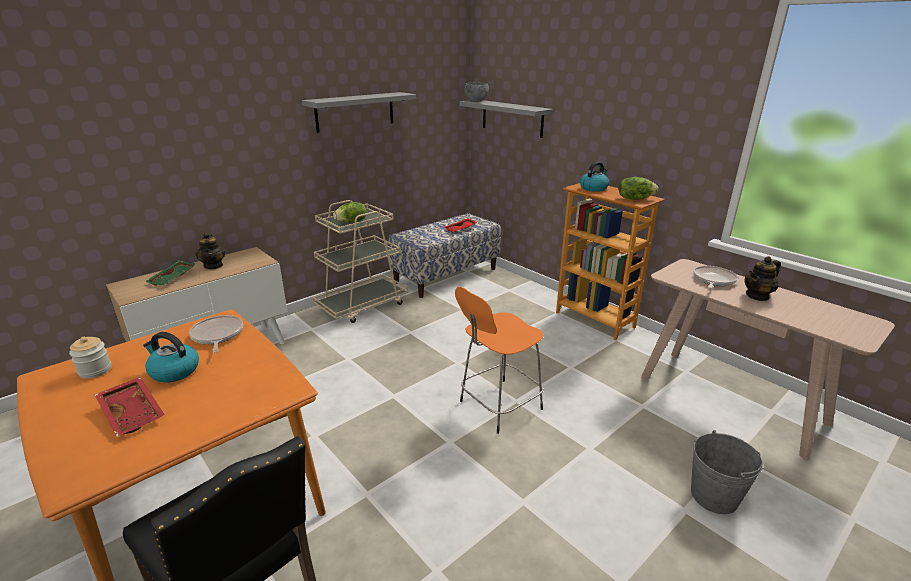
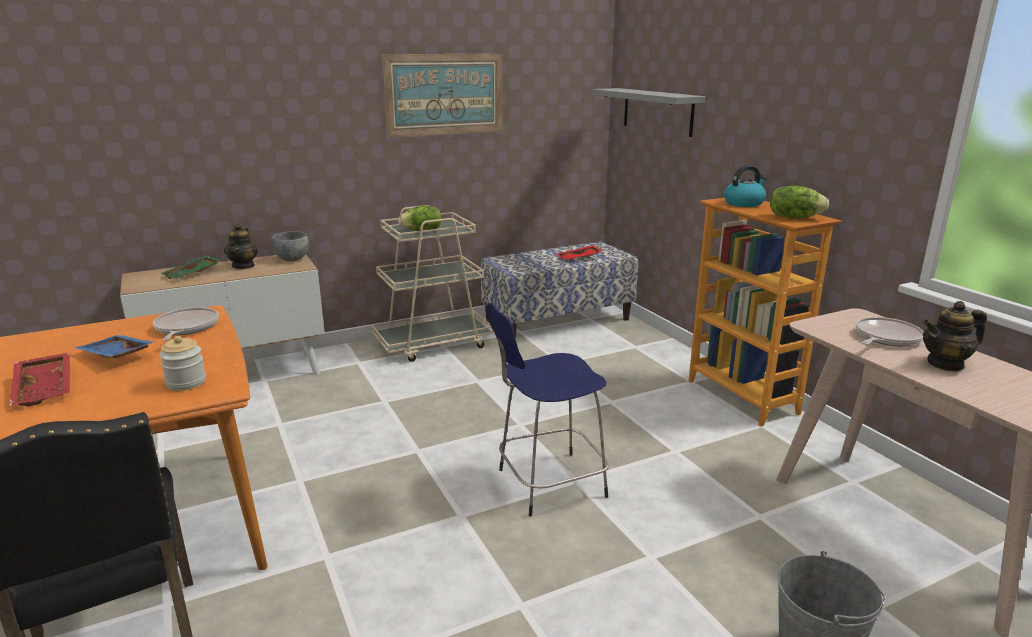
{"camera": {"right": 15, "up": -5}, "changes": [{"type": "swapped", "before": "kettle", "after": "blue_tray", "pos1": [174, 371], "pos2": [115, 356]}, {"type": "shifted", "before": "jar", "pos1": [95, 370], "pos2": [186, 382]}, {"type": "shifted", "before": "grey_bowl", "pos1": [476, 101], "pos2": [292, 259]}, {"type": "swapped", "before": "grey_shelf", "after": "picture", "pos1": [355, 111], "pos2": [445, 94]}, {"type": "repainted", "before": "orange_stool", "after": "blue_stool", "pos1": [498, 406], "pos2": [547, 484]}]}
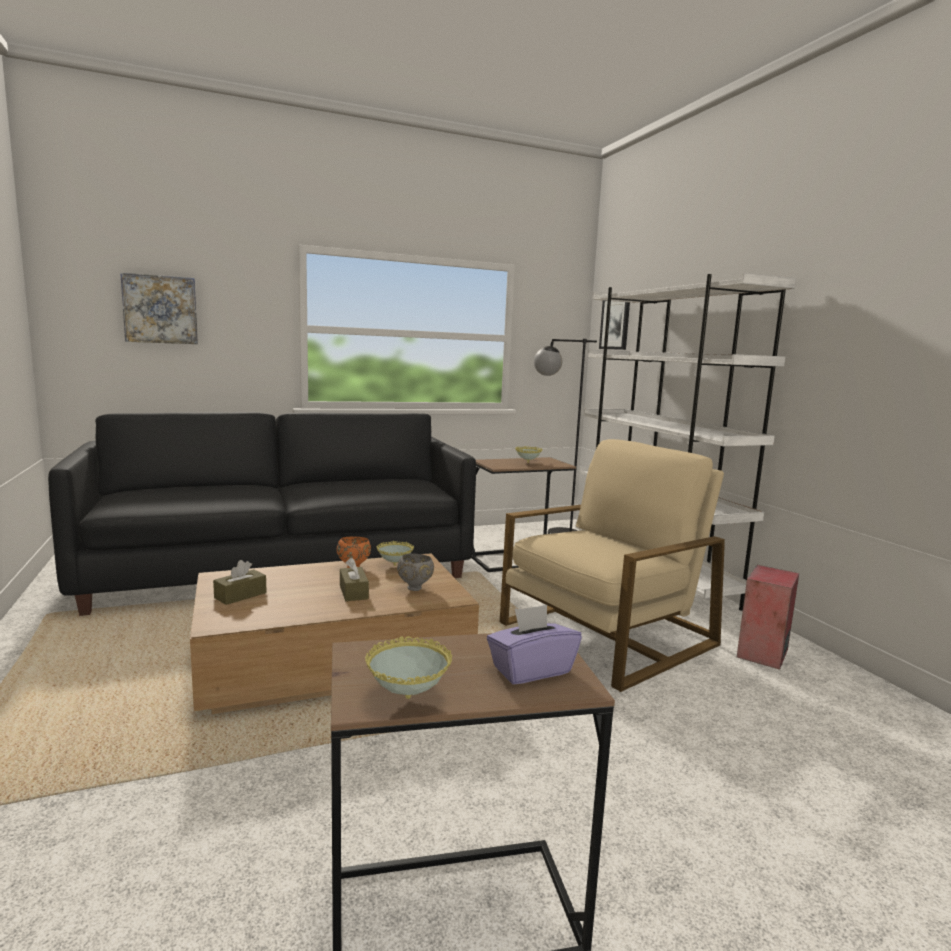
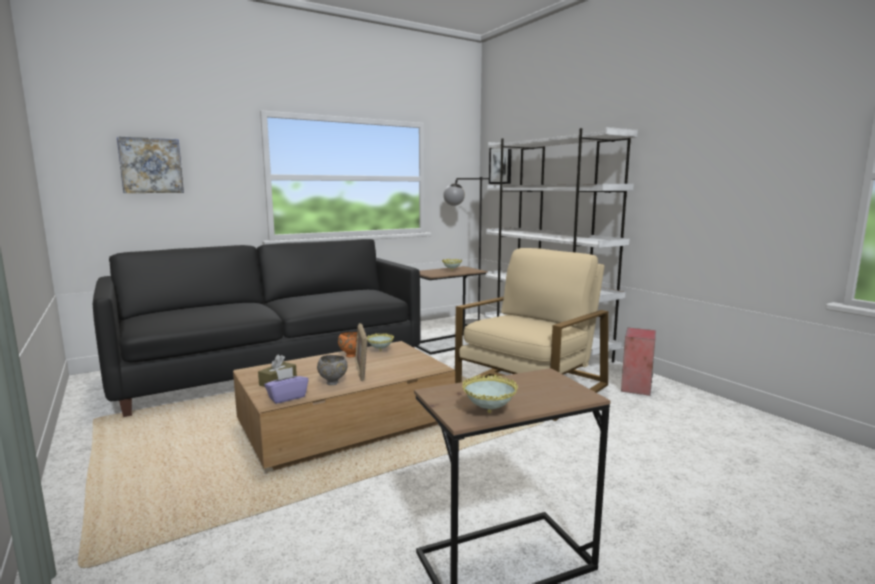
{"camera": {"right": -10, "up": 0}, "changes": [{"type": "shifted", "before": "purple_tissue_box", "pos1": [531, 670], "pos2": [287, 397]}, {"type": "shifted", "before": "grey_bowl", "pos1": [415, 588], "pos2": [333, 383]}, {"type": "swapped", "before": "brown_tissue_box", "after": "picture_frame", "pos1": [353, 592], "pos2": [361, 371]}]}
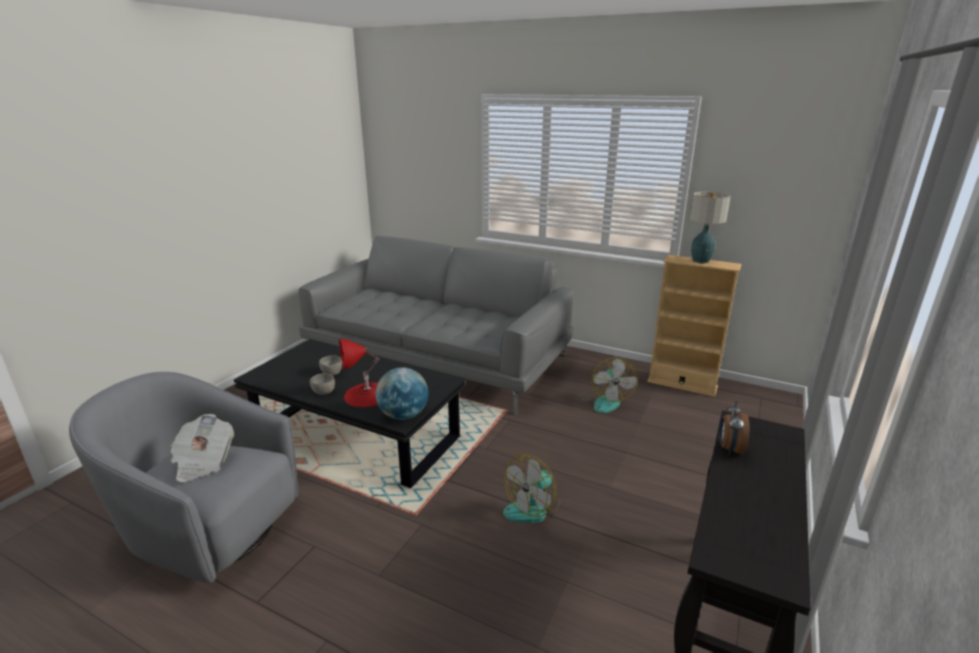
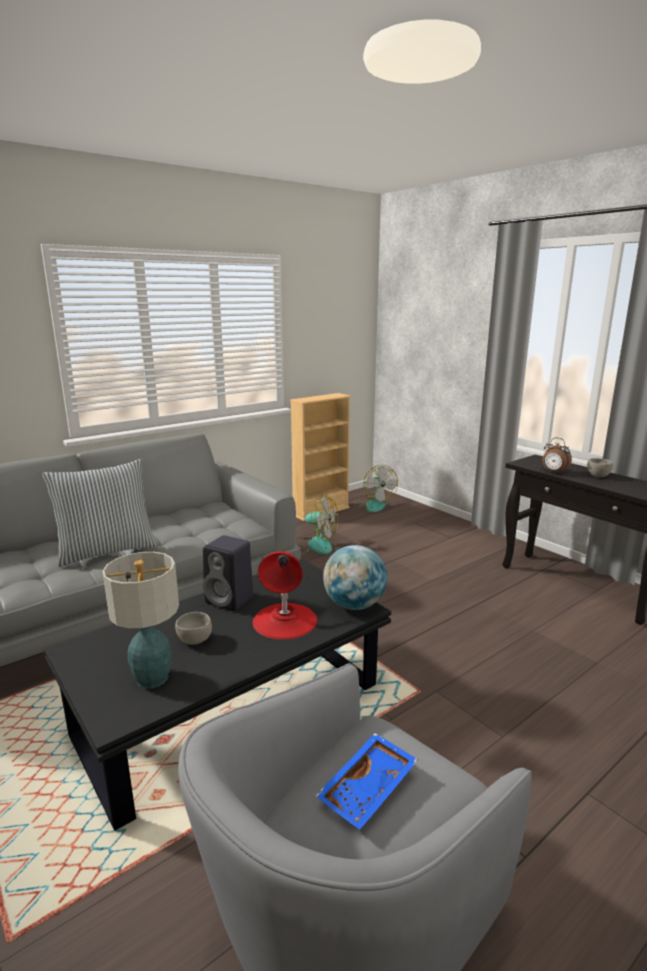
{"camera": {"right": -65, "up": -5}, "changes": [{"type": "new", "after": "pillow", "pos2": [107, 550]}, {"type": "shifted", "before": "table_lamp", "pos1": [700, 261], "pos2": [151, 679]}, {"type": "new", "after": "black_speaker", "pos2": [231, 600]}, {"type": "swapped", "before": "newspaper", "after": "blue_tray", "pos1": [203, 461], "pos2": [369, 789]}, {"type": "shifted", "before": "fan", "pos1": [533, 507], "pos2": [372, 505]}, {"type": "shifted", "before": "grey_bowl", "pos1": [324, 392], "pos2": [599, 475]}]}
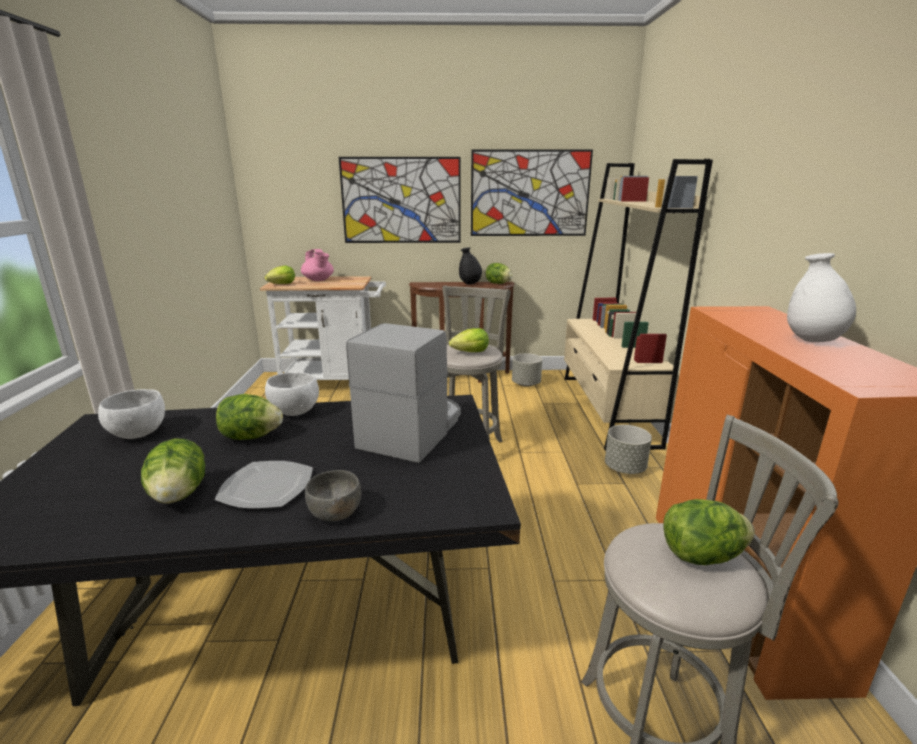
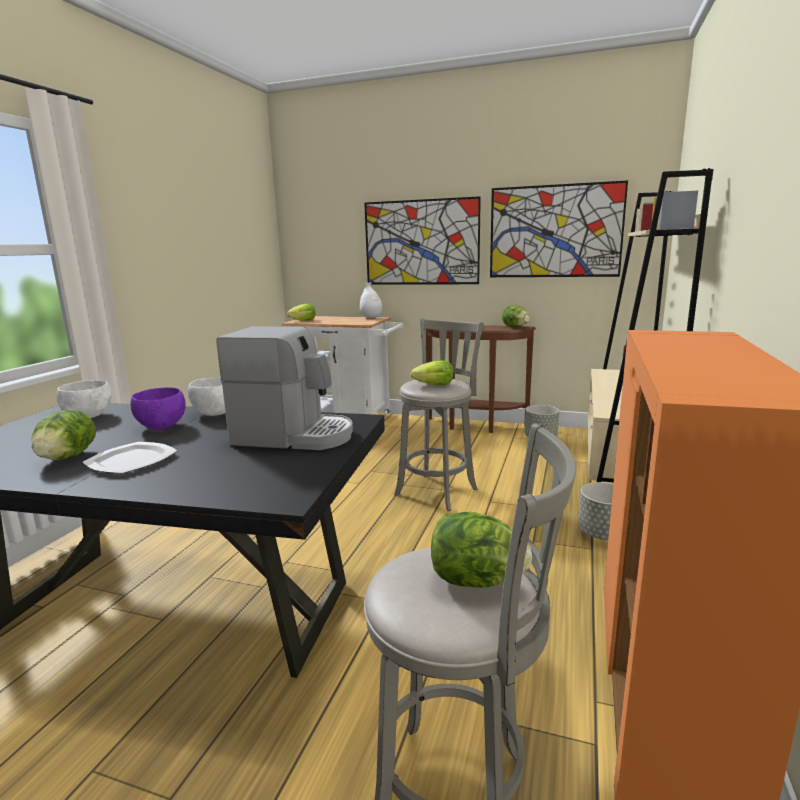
{"camera": {"right": 20, "up": -5}, "changes": [{"type": "swapped", "before": "lettuce", "after": "purple_bowl", "pos1": [251, 437], "pos2": [162, 426]}, {"type": "rotated", "before": "coffee_machine", "pos1": [412, 431], "pos2": [294, 436], "turn": 60}, {"type": "shifted", "before": "white_vase", "pos1": [812, 340], "pos2": [371, 318]}, {"type": "gone", "before": "pink_teapot", "pos1": [318, 280]}, {"type": "gone", "before": "grey_bowl", "pos1": [335, 512]}, {"type": "gone", "before": "black_vase", "pos1": [470, 284]}]}
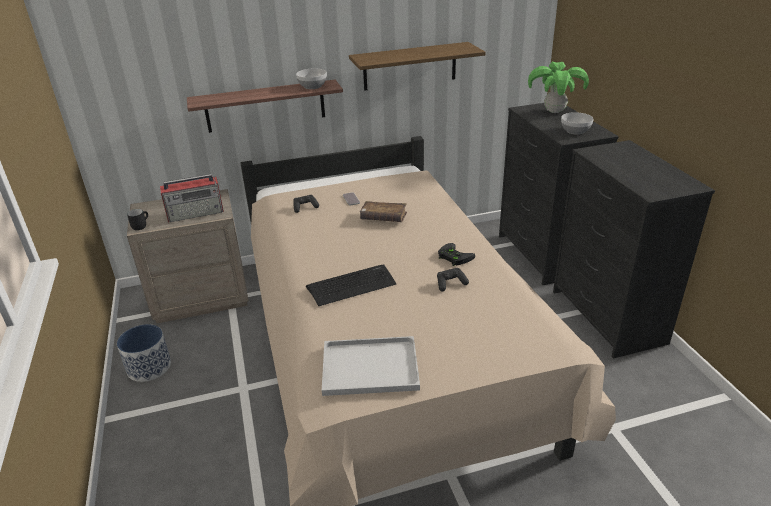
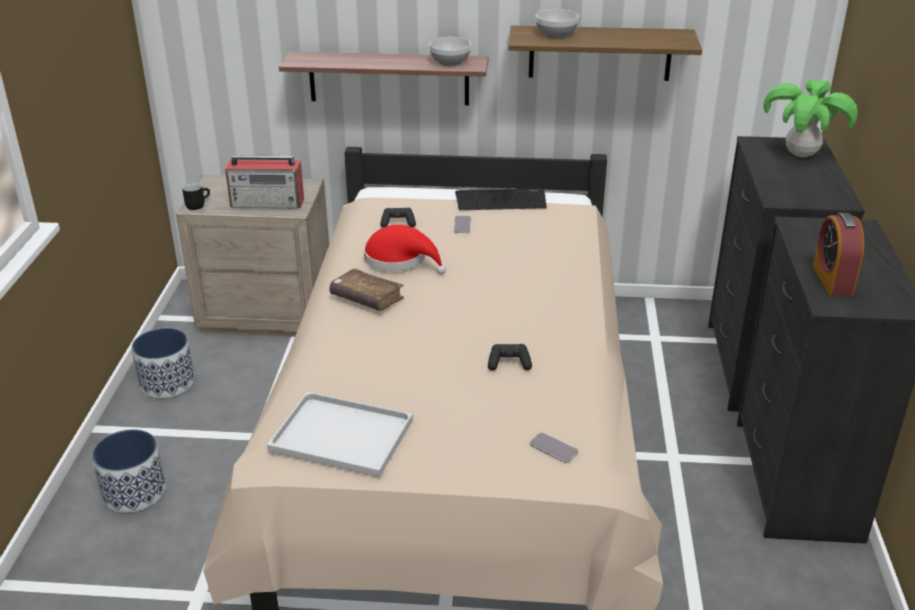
{"camera": {"right": 20, "up": 0}, "changes": [{"type": "new", "after": "planter", "pos2": [134, 492]}, {"type": "shifted", "before": "brown_book", "pos1": [383, 218], "pos2": [366, 298]}, {"type": "new", "after": "red_hat", "pos2": [400, 260]}, {"type": "shifted", "before": "keyboard", "pos1": [351, 285], "pos2": [501, 200]}, {"type": "new", "after": "phone", "pos2": [553, 448]}, {"type": "shifted", "before": "bowl", "pos1": [575, 131], "pos2": [556, 34]}, {"type": "new", "after": "alarm_clock", "pos2": [832, 279]}, {"type": "gone", "before": "black_game_controller", "pos1": [453, 257]}]}
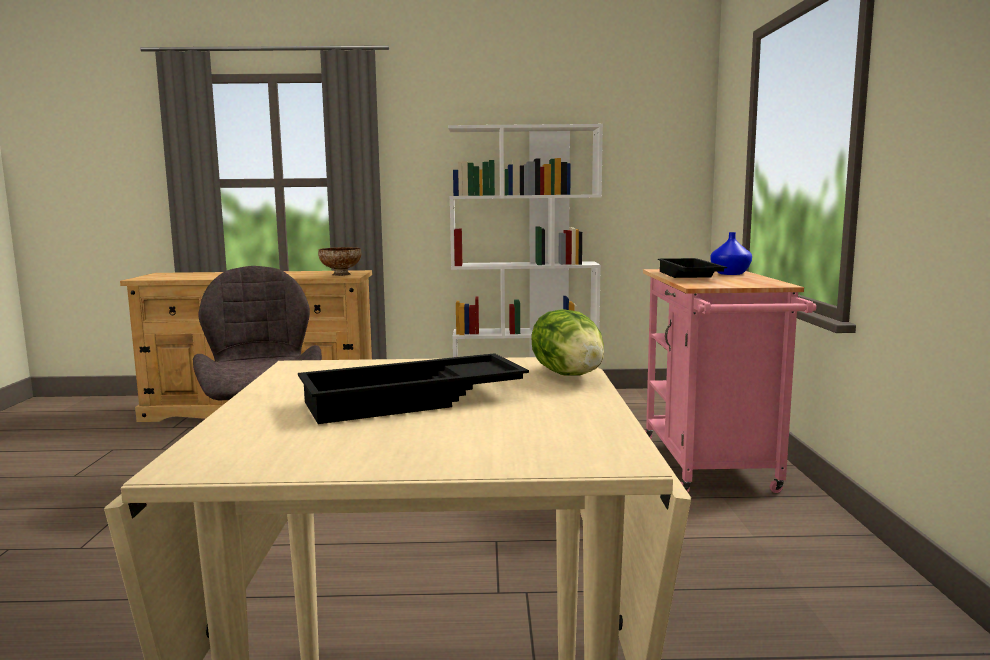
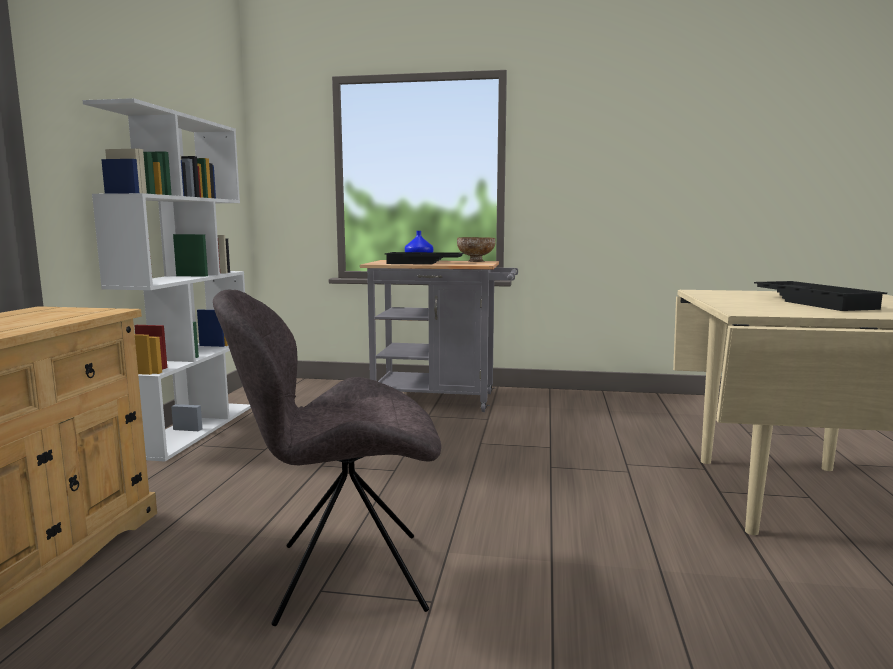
{"camera": {"right": -80, "up": 0}, "changes": [{"type": "repainted", "before": "pink_cart", "after": "grey_cart", "pos1": [711, 468], "pos2": [442, 400]}, {"type": "shifted", "before": "bowl", "pos1": [341, 274], "pos2": [475, 261]}, {"type": "gone", "before": "lettuce", "pos1": [569, 374]}]}
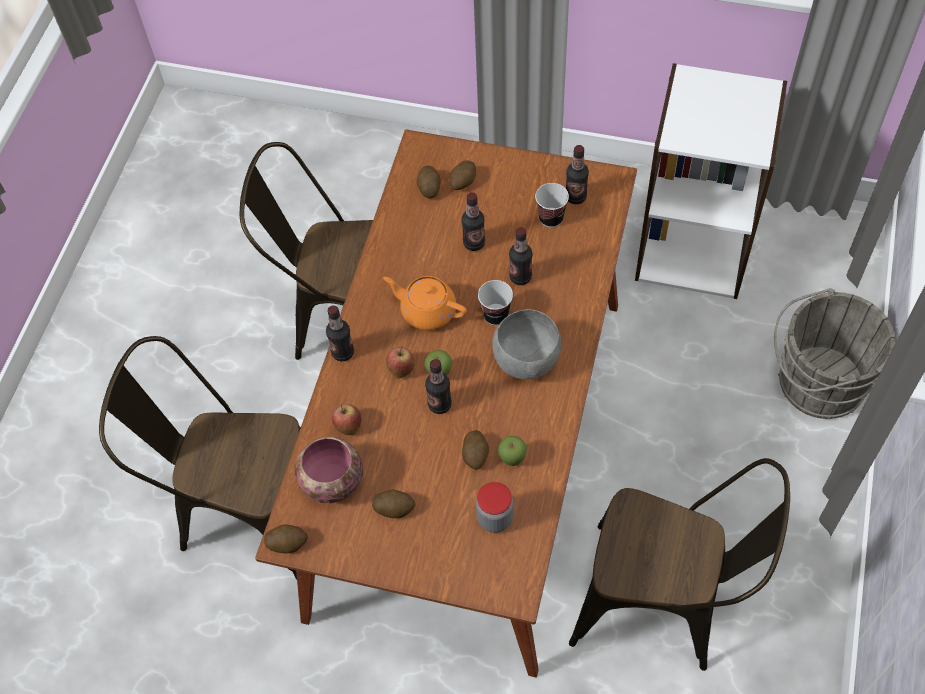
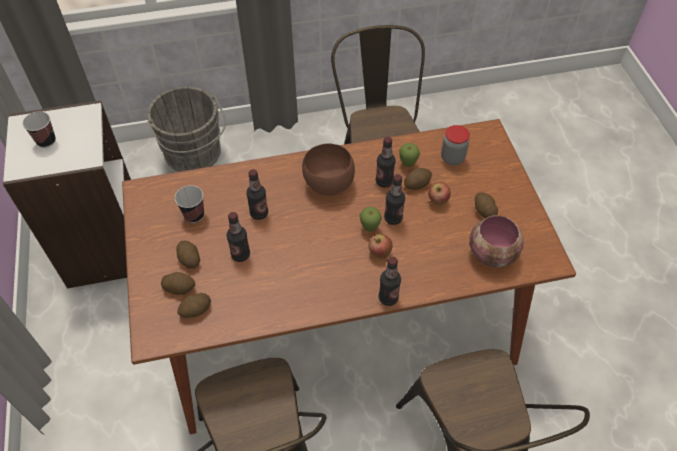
{"camera": {"right": -120, "up": -5}, "changes": [{"type": "shifted", "before": "cup", "pos1": [495, 315], "pos2": [46, 141]}, {"type": "shifted", "before": "potato", "pos1": [287, 543], "pos2": [189, 259]}, {"type": "repainted", "before": "grey_bowl", "after": "brown_bowl", "pos1": [526, 359], "pos2": [327, 184]}, {"type": "shifted", "before": "bottle", "pos1": [575, 197], "pos2": [384, 181]}, {"type": "shifted", "before": "apple", "pos1": [348, 426], "pos2": [437, 201]}, {"type": "gone", "before": "orange_teapot", "pos1": [427, 311]}]}
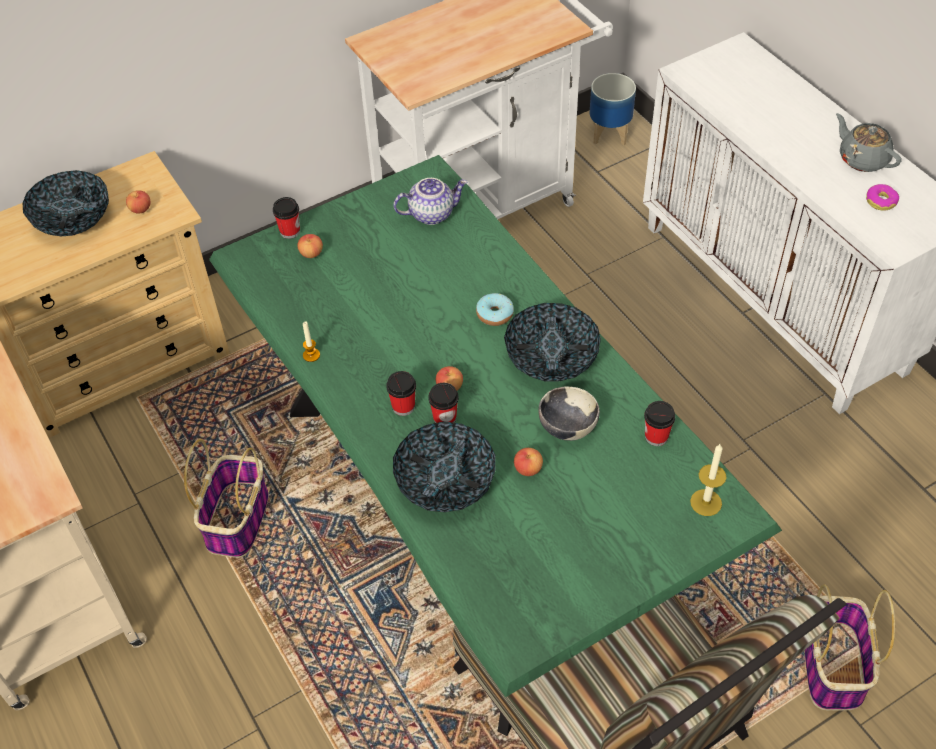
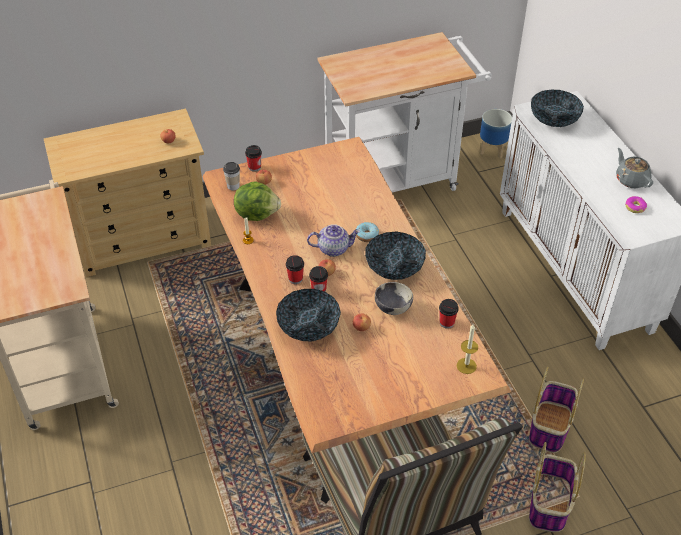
{"camera": {"right": 10, "up": -5}, "changes": [{"type": "repainted", "before": "green_dining_table", "after": "brown_dining_table", "pos1": [474, 512], "pos2": [340, 367]}, {"type": "new", "after": "cup", "pos2": [233, 186]}, {"type": "new", "after": "lettuce", "pos2": [257, 214]}, {"type": "shifted", "before": "teapot", "pos1": [431, 213], "pos2": [333, 248]}, {"type": "shifted", "before": "basket", "pos1": [237, 519], "pos2": [549, 426]}, {"type": "shifted", "before": "bowl", "pos1": [73, 220], "pos2": [554, 119]}]}
